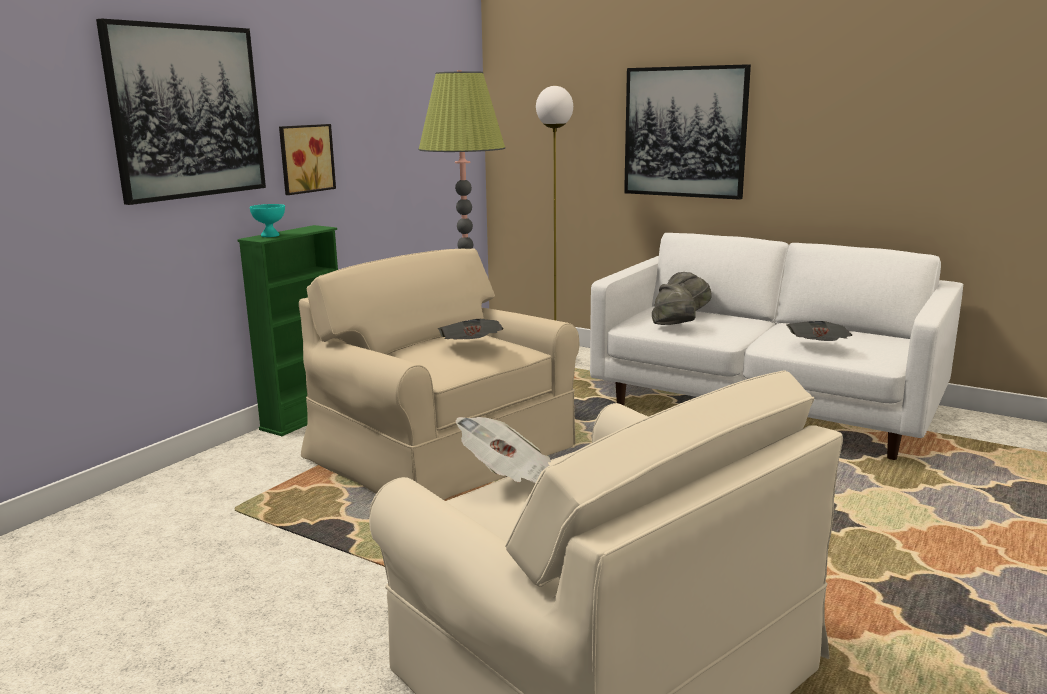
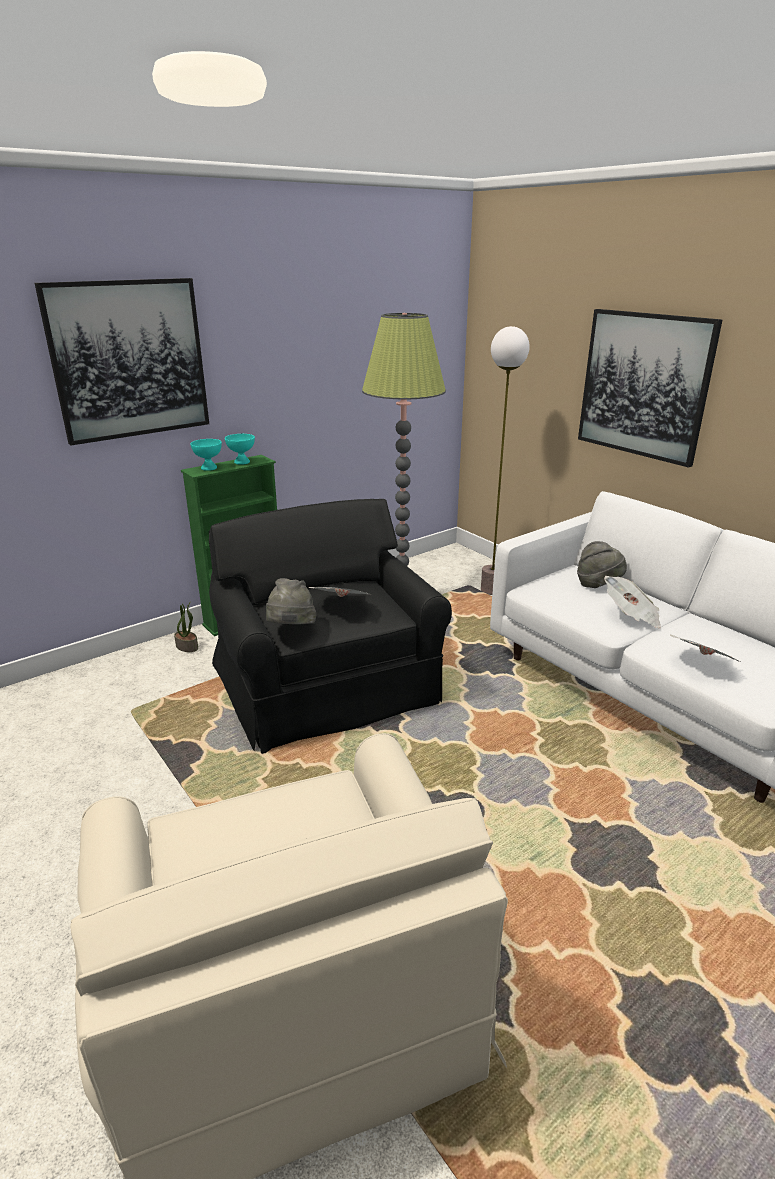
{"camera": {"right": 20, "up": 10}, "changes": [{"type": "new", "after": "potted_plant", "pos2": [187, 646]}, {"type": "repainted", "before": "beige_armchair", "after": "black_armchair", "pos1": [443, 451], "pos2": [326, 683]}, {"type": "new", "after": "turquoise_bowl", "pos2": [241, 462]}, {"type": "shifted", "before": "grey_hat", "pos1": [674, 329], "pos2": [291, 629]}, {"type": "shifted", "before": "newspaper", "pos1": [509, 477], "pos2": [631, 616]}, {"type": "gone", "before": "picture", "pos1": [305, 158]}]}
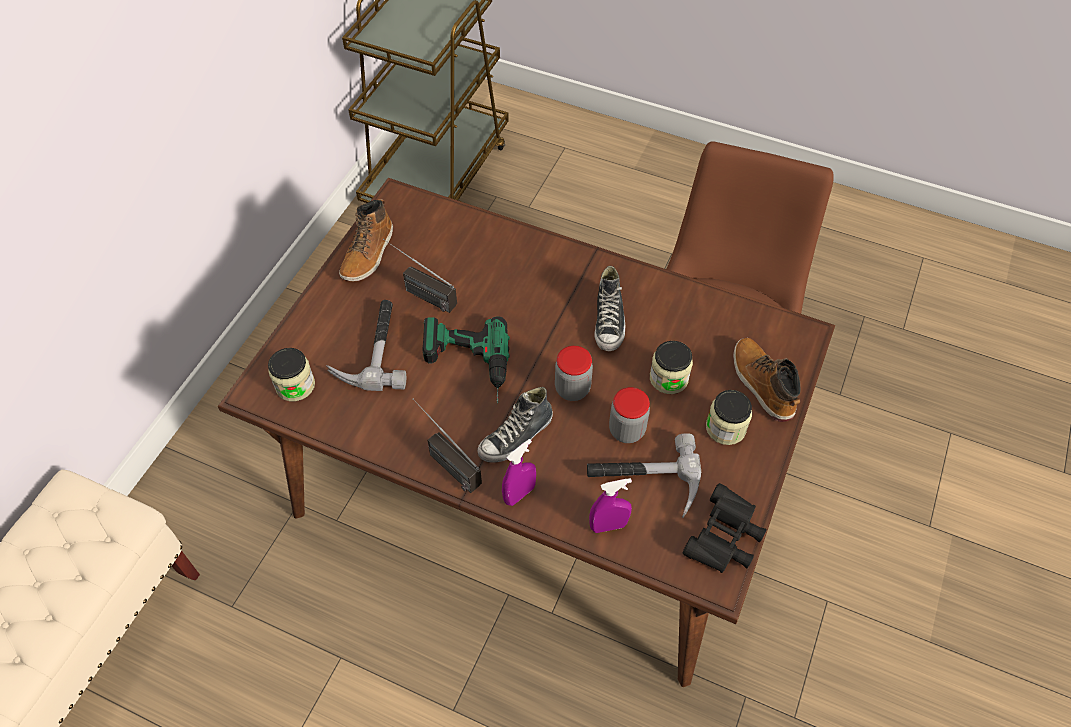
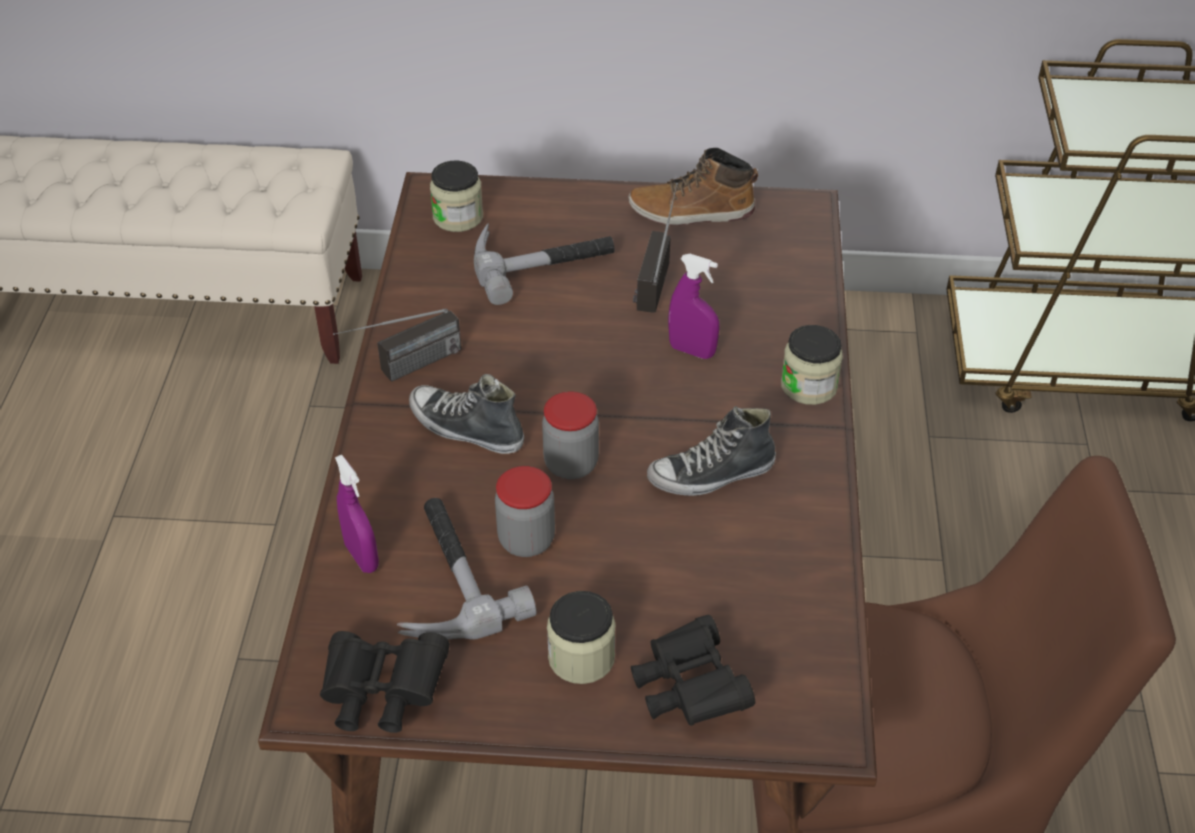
{"camera": {"right": 70, "up": -10}, "changes": [{"type": "rotated", "before": "radio", "pos1": [443, 460], "pos2": [403, 370], "turn": -150}, {"type": "swapped", "before": "boot", "after": "black_binoculars", "pos1": [761, 384], "pos2": [688, 688]}, {"type": "shifted", "before": "purple_spray_bottle", "pos1": [519, 494], "pos2": [692, 351]}, {"type": "shifted", "before": "jar", "pos1": [668, 378], "pos2": [809, 386]}, {"type": "gone", "before": "power_drill", "pos1": [466, 366]}]}
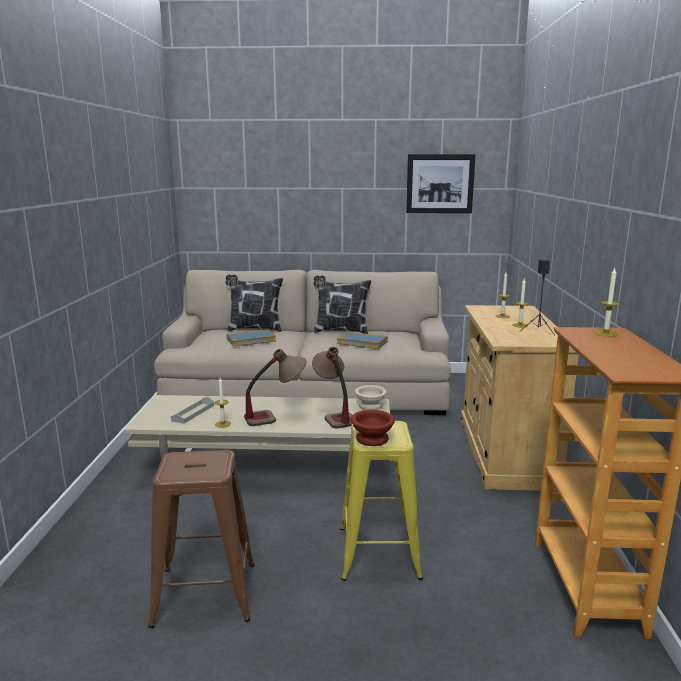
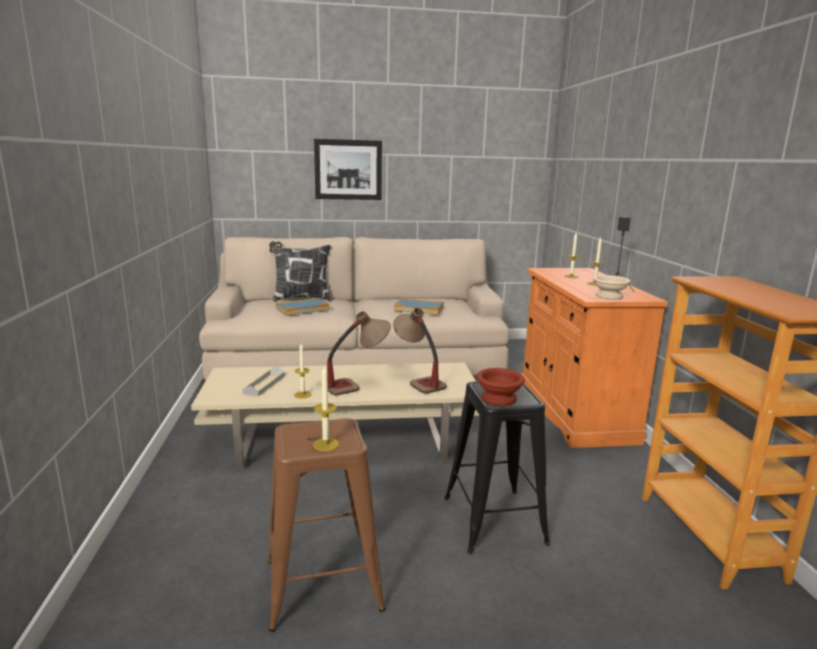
{"camera": {"right": -10, "up": 0}, "changes": [{"type": "shifted", "before": "candle", "pos1": [605, 334], "pos2": [326, 444]}, {"type": "shifted", "before": "picture", "pos1": [440, 183], "pos2": [348, 170]}, {"type": "repainted", "before": "yellow_stool", "after": "black_stool", "pos1": [378, 552], "pos2": [493, 520]}, {"type": "repainted", "before": "beige_cabinet", "after": "orange_cabinet", "pos1": [505, 452], "pos2": [573, 411]}, {"type": "shifted", "before": "beige_bowl", "pos1": [371, 406], "pos2": [610, 296]}, {"type": "gone", "before": "pillow", "pos1": [340, 331]}]}
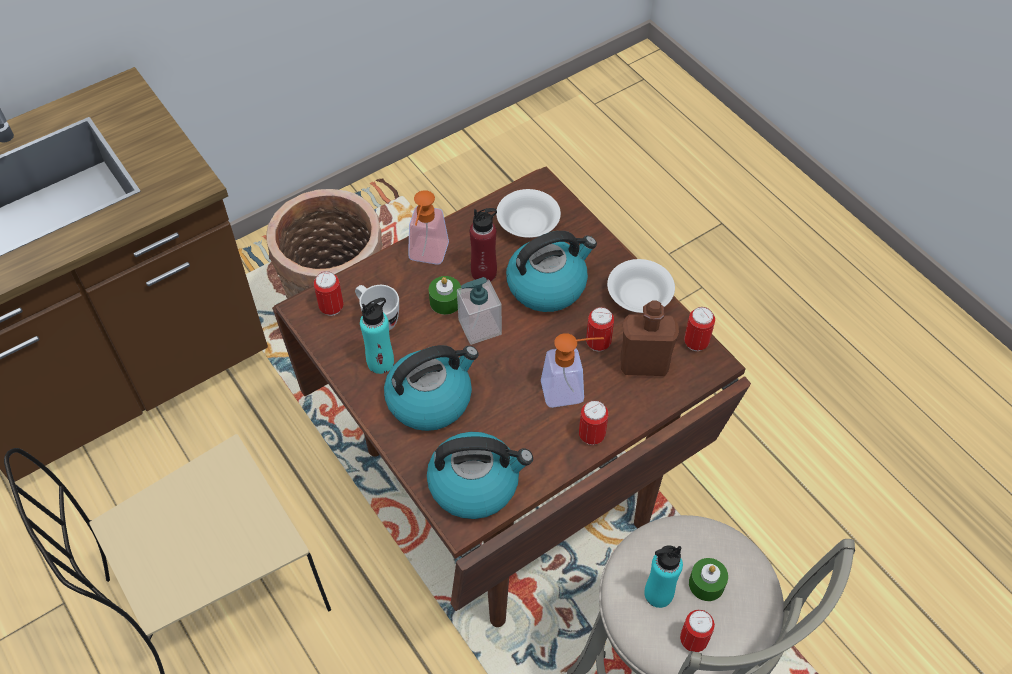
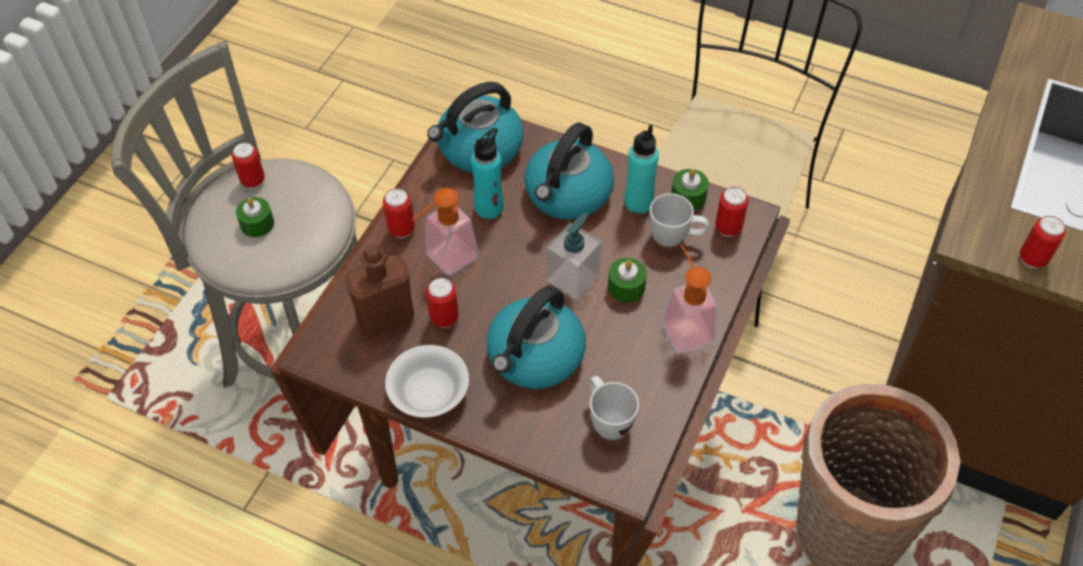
{"camera": {"right": 150, "up": 0}, "changes": [{"type": "shifted", "before": "turquoise_bottle", "pos1": [658, 594], "pos2": [489, 207]}, {"type": "swapped", "before": "white_bowl", "after": "white_mug", "pos1": [527, 225], "pos2": [607, 419]}, {"type": "new", "after": "green_candle", "pos2": [688, 197]}, {"type": "shifted", "before": "can", "pos1": [696, 343], "pos2": [1032, 259]}, {"type": "gone", "before": "red_bottle", "pos1": [484, 273]}]}
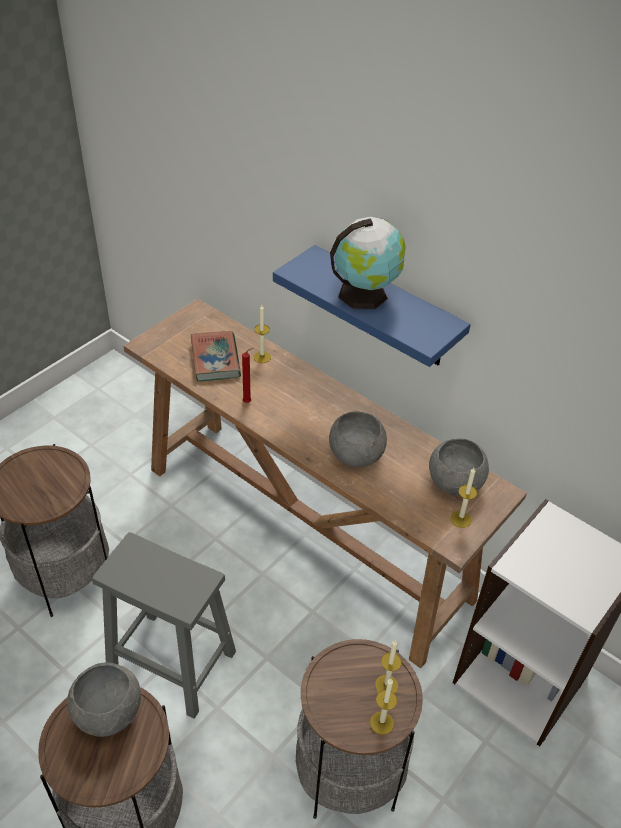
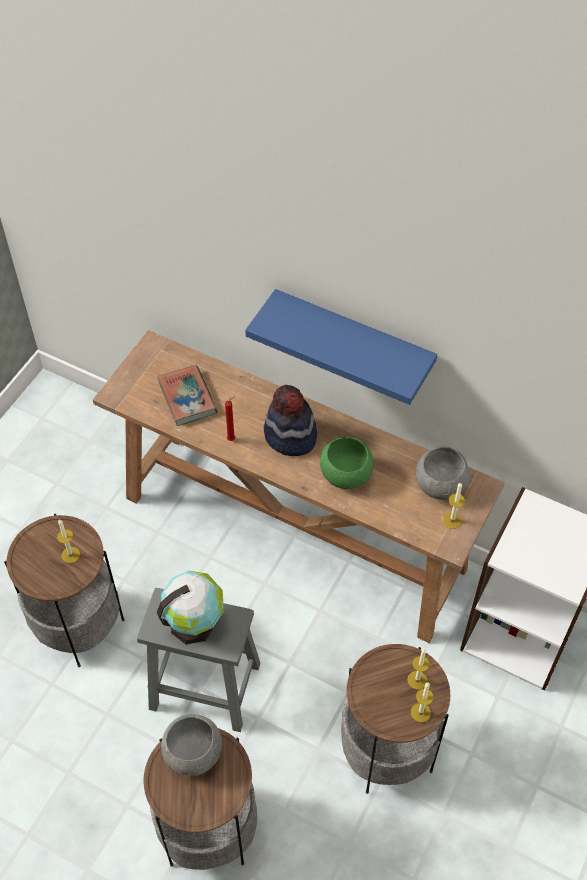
{"camera": {"right": -10, "up": 10}, "changes": [{"type": "shifted", "before": "candle", "pos1": [262, 357], "pos2": [70, 555]}, {"type": "shifted", "before": "globe", "pos1": [365, 294], "pos2": [194, 622]}, {"type": "new", "after": "hat", "pos2": [290, 436]}, {"type": "repainted", "before": "grey_bowl", "after": "green_bowl", "pos1": [356, 454], "pos2": [346, 474]}]}
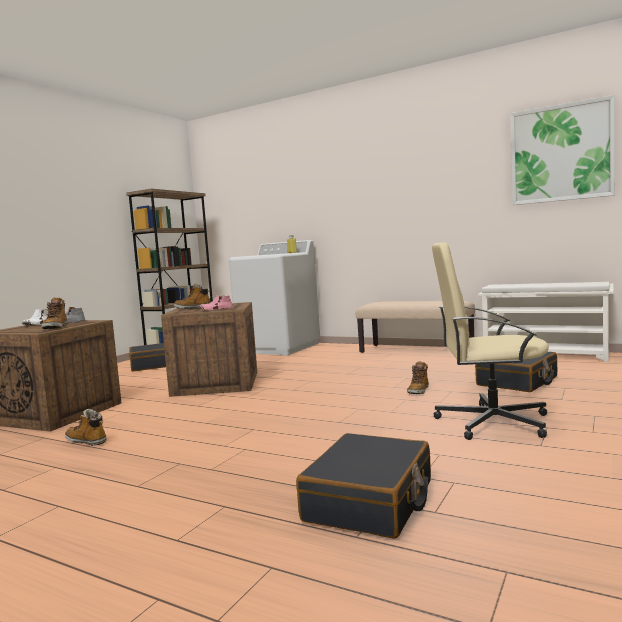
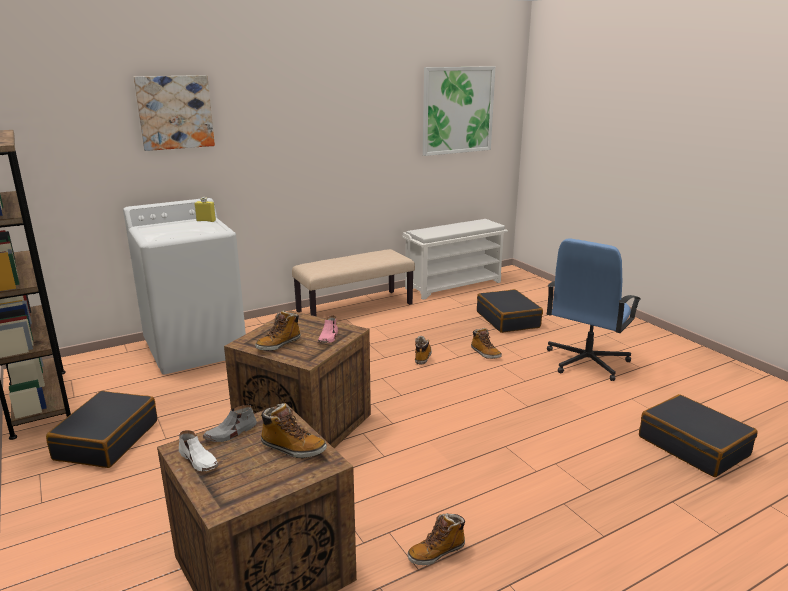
{"camera": {"right": -60, "up": 15}, "changes": [{"type": "new", "after": "picture", "pos2": [175, 112]}, {"type": "new", "after": "boot", "pos2": [422, 357]}, {"type": "repainted", "before": "beige_office_chair", "after": "blue_office_chair", "pos1": [490, 422], "pos2": [586, 362]}]}
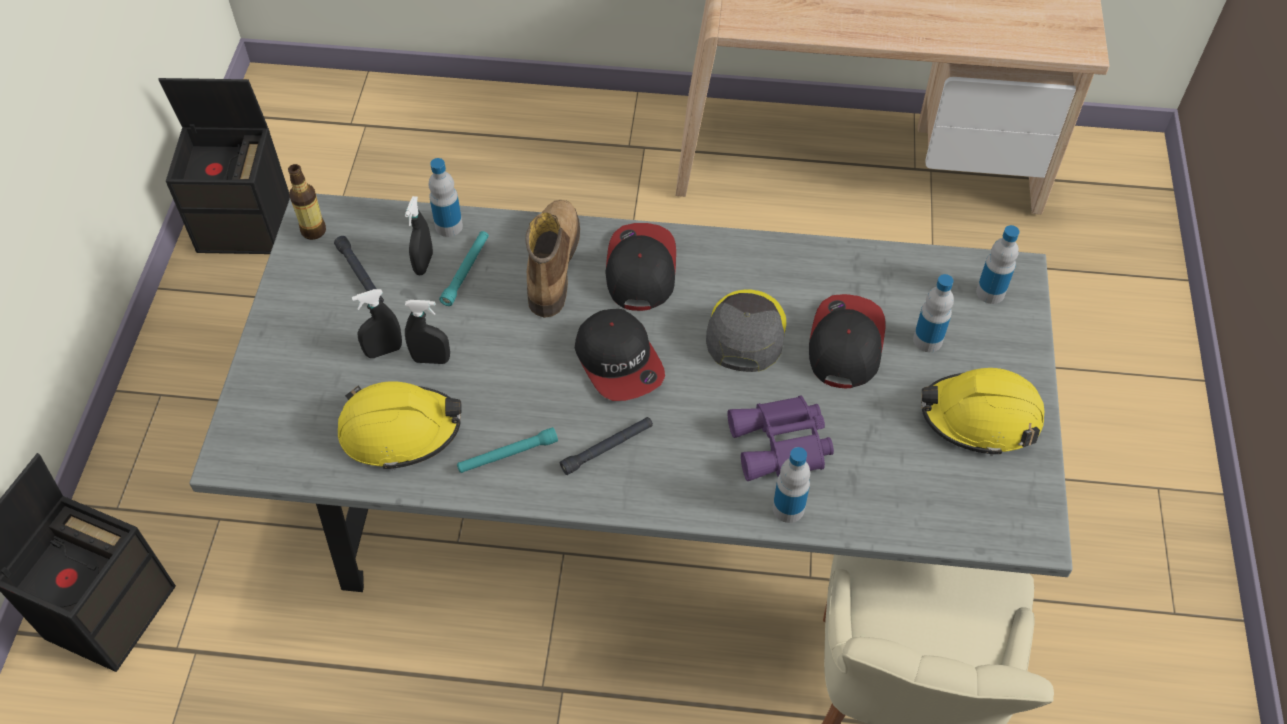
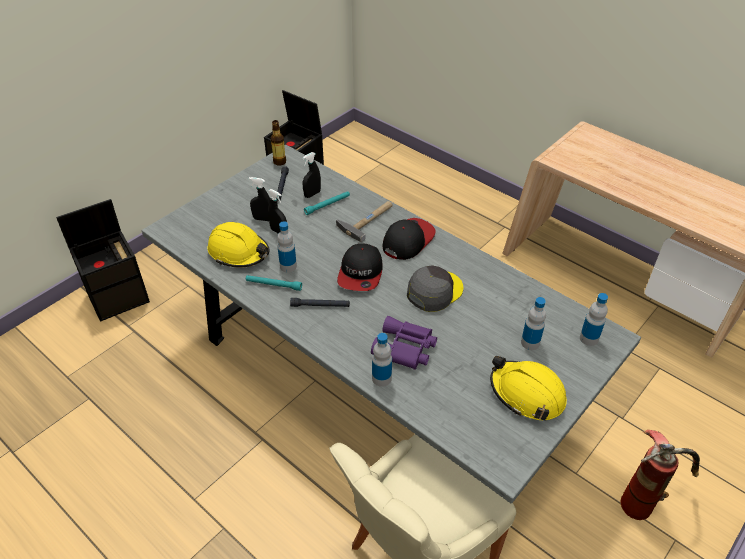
{"camera": {"right": 35, "up": -10}, "changes": [{"type": "shifted", "before": "bottle", "pos1": [449, 226], "pos2": [288, 266]}, {"type": "swapped", "before": "boot", "after": "hammer", "pos1": [551, 264], "pos2": [368, 220]}, {"type": "new", "after": "fire_extinguisher", "pos2": [645, 499]}, {"type": "gone", "before": "cap", "pos1": [845, 343]}]}
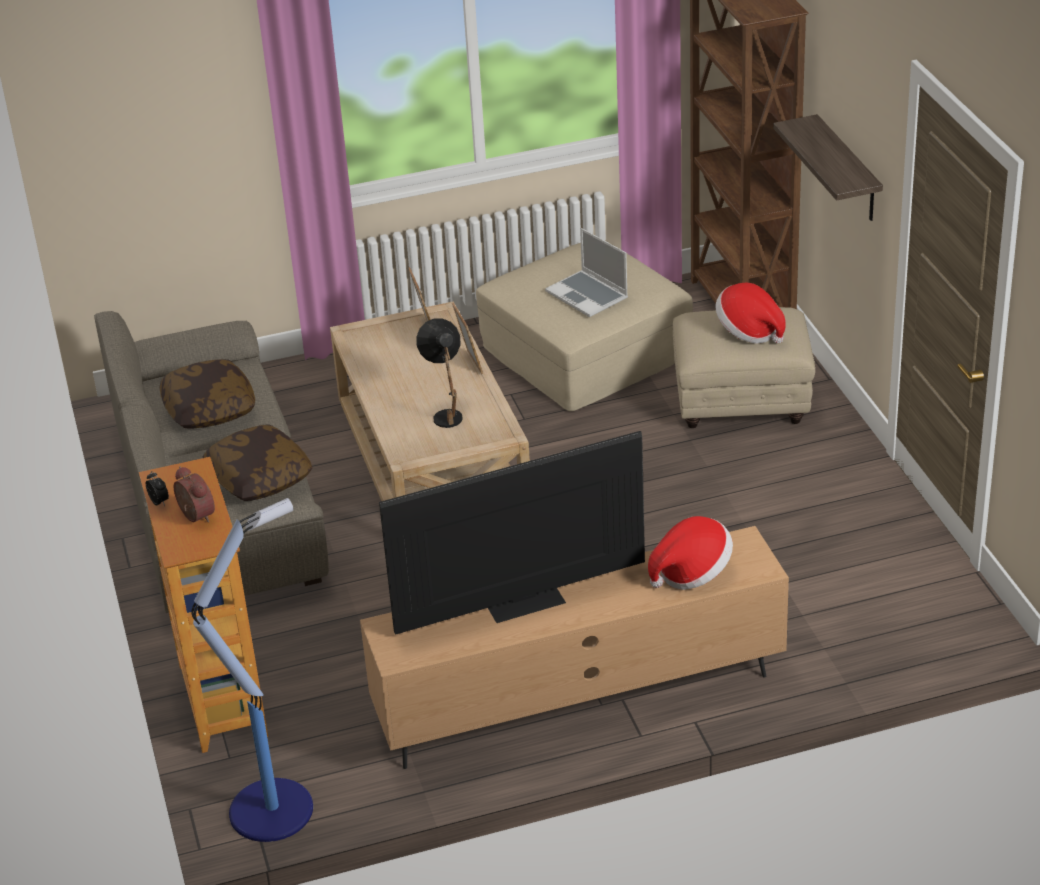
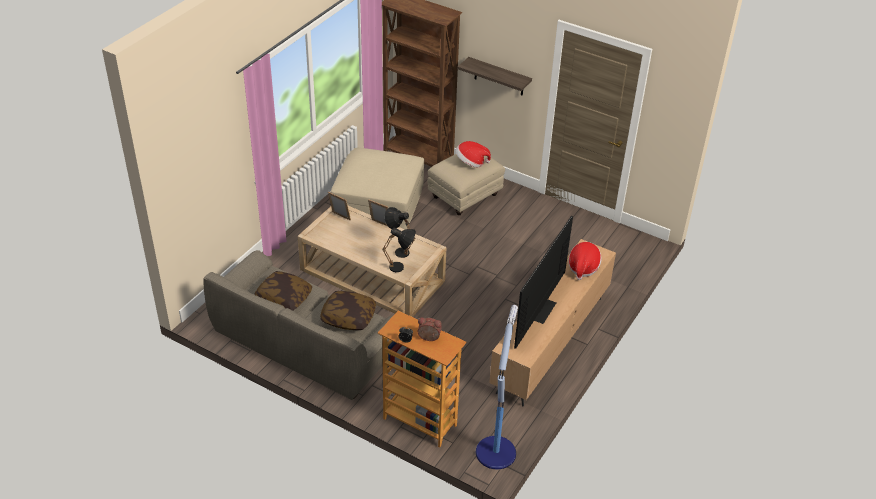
{"camera": {"right": -45, "up": 5}, "changes": [{"type": "new", "after": "black_table_lamp", "pos2": [402, 268]}, {"type": "gone", "before": "laptop", "pos1": [588, 295]}]}
